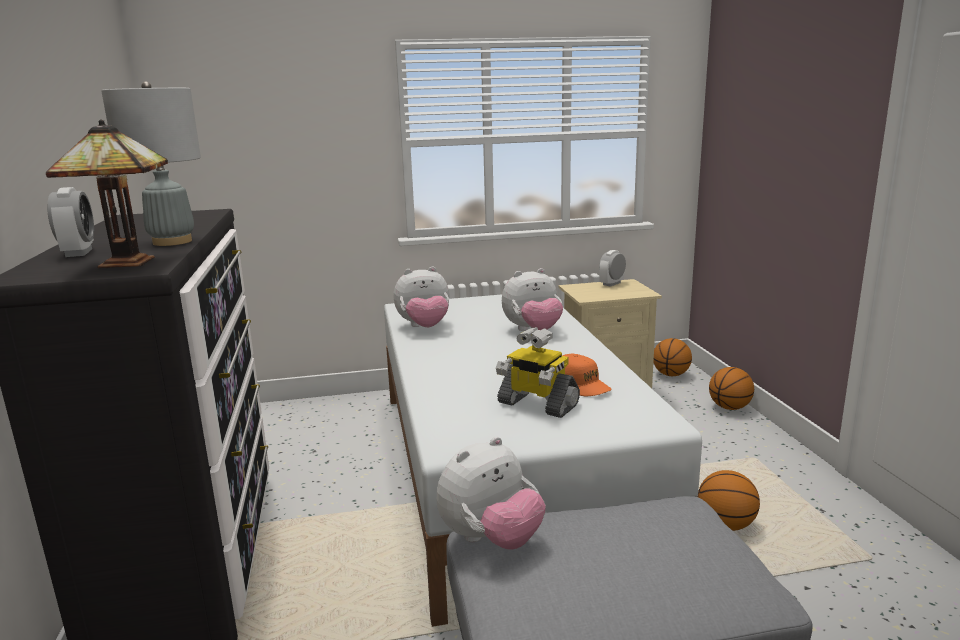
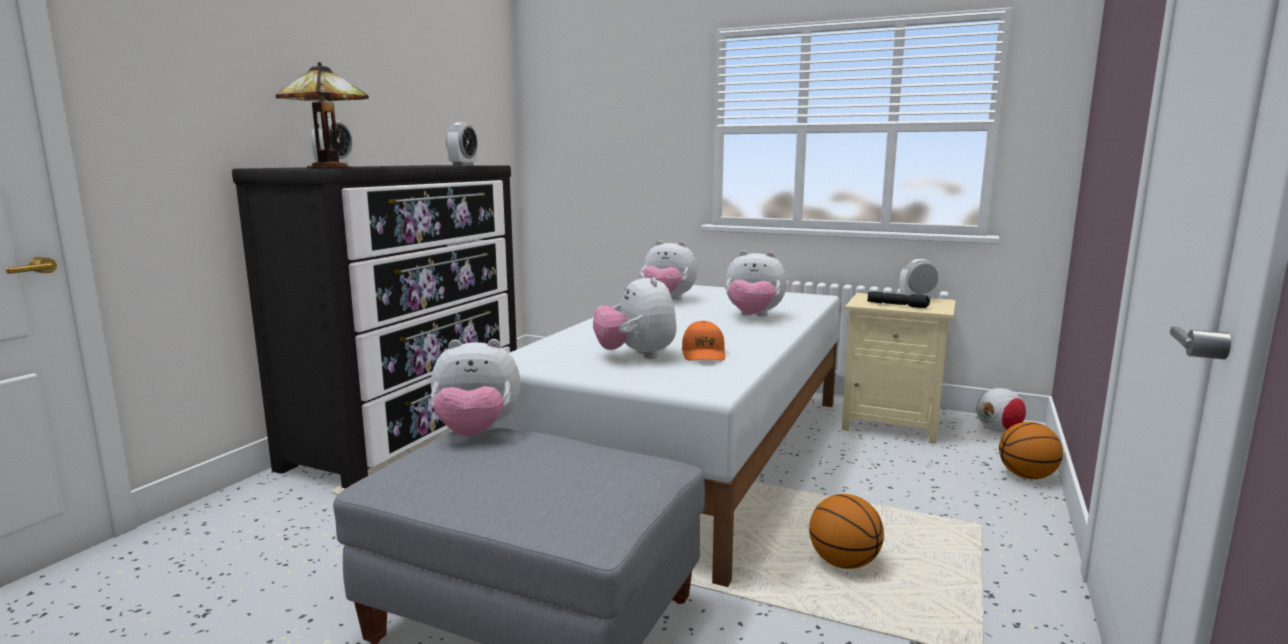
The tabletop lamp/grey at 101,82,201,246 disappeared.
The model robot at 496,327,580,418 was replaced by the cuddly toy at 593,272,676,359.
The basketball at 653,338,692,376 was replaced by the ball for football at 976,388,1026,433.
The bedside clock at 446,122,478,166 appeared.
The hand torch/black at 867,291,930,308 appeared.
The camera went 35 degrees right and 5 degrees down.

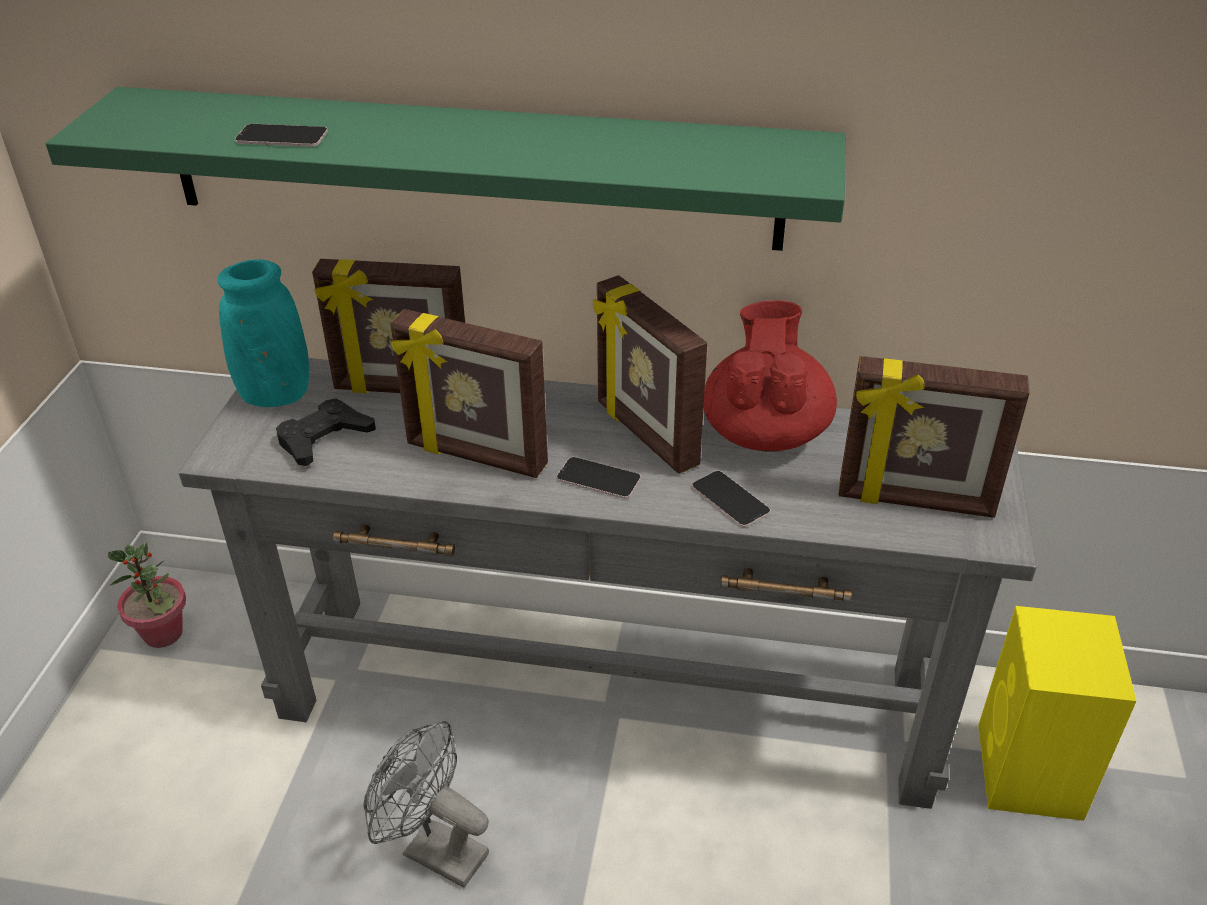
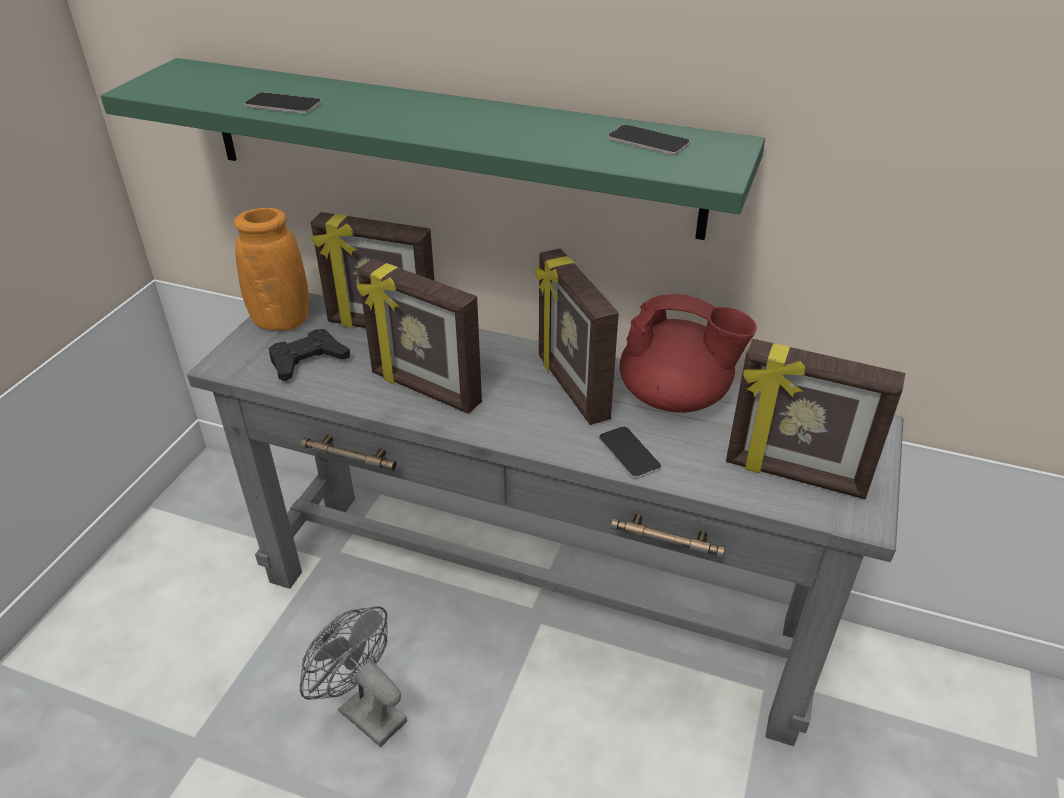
The potted plant at 108,542,186,648 disappeared.
The decorative vase/turquoise at 218,260,309,407 became the decorative vase/orange at 234,208,308,331.
The telephone moved from 557,457,641,499 to 608,124,690,155.
The tea pot/red at 704,300,837,452 turned 90 degrees clockwise.
The loudspeaker/yellow at 978,606,1136,821 disappeared.
The camera went 10 degrees right and 0 degrees up.

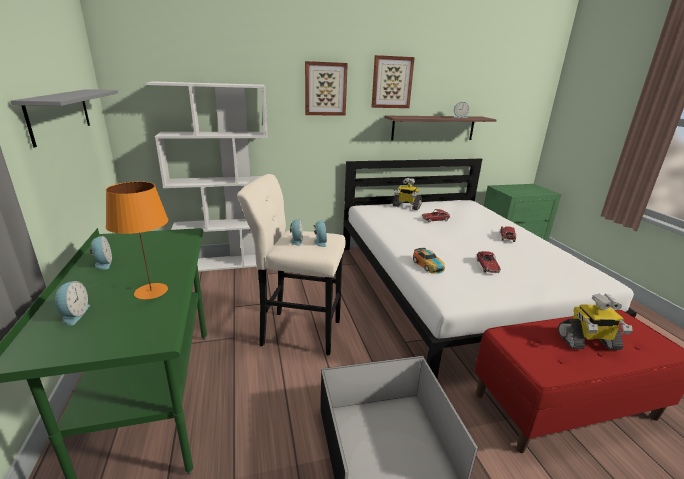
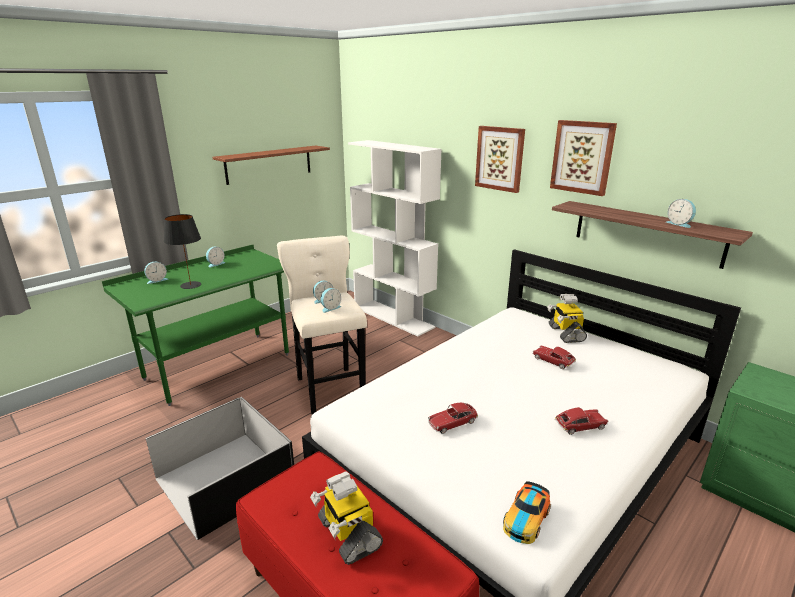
The wall shelf/grey at 11,89,118,148 became the wall shelf/brownish at 212,146,330,185.
The tabletop lamp/orange at 106,182,168,300 became the tabletop lamp/black at 164,214,201,289.
The miniature car moved from 413,248,445,274 to 503,481,551,544.
The camera went 60 degrees right and 0 degrees up.

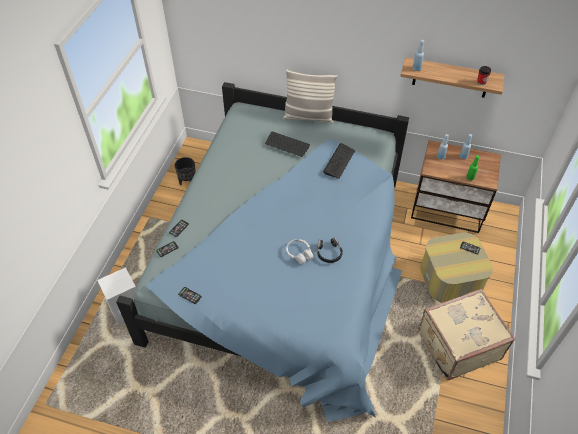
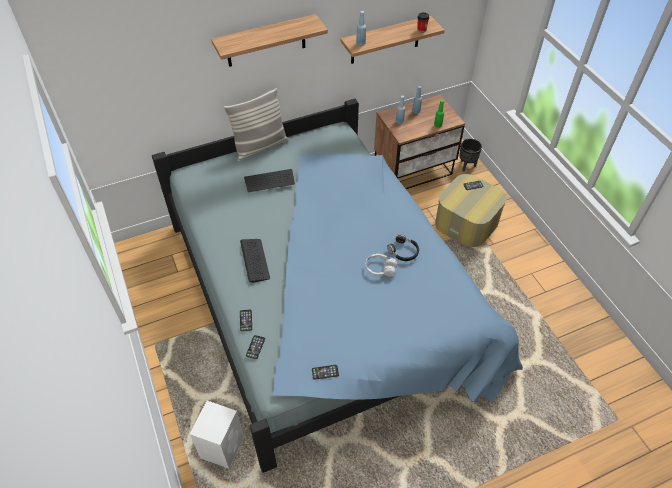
The plant pot/black moved from 175,157,196,185 to 459,139,482,172.
The PC keyboard moved from 323,143,355,179 to 240,239,270,283.
The travel case/beige at 418,289,515,380 disappeared.
The wall shelf at 211,14,328,67 appeared.
The camera went 40 degrees left and 0 degrees up.

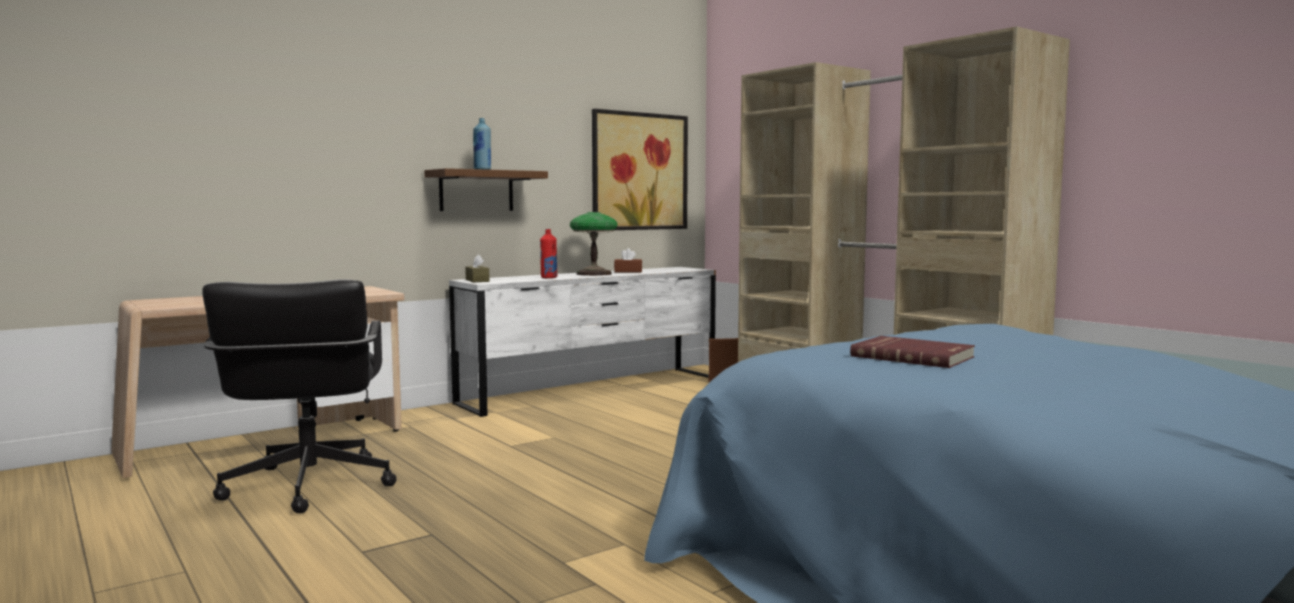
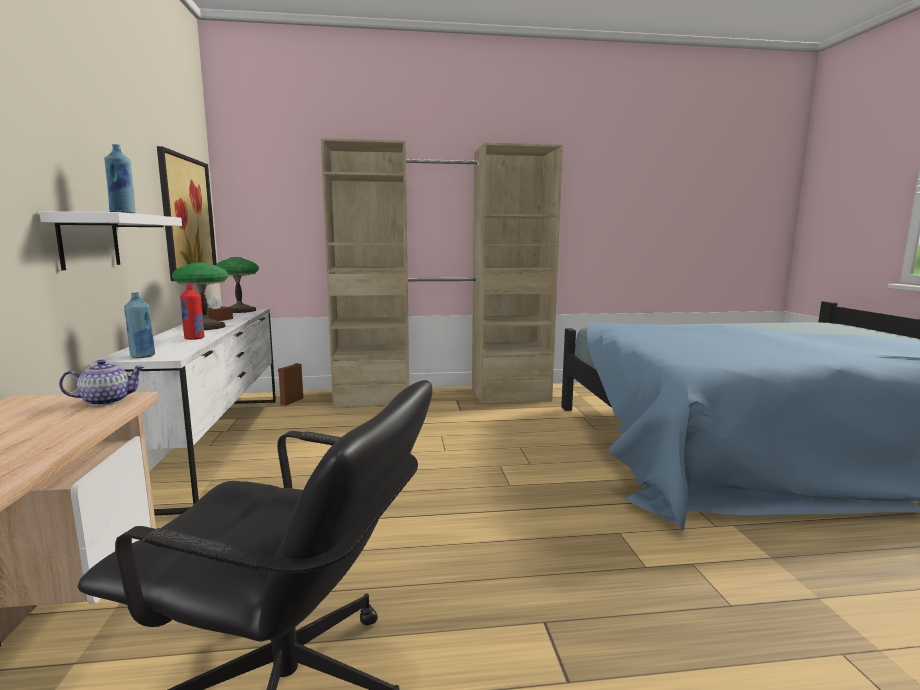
The wall shelf/brownish at 424,168,548,211 became the wall shelf/white at 39,211,182,270.
The tissue box/brownish at 465,254,489,282 was replaced by the beverage bottle/blue at 124,292,155,358.
The volume/red at 850,336,975,368 disappeared.
The tea pot at 59,359,145,406 appeared.
The tabletop lamp at 216,257,259,313 appeared.
The camera went 60 degrees left and 5 degrees up.

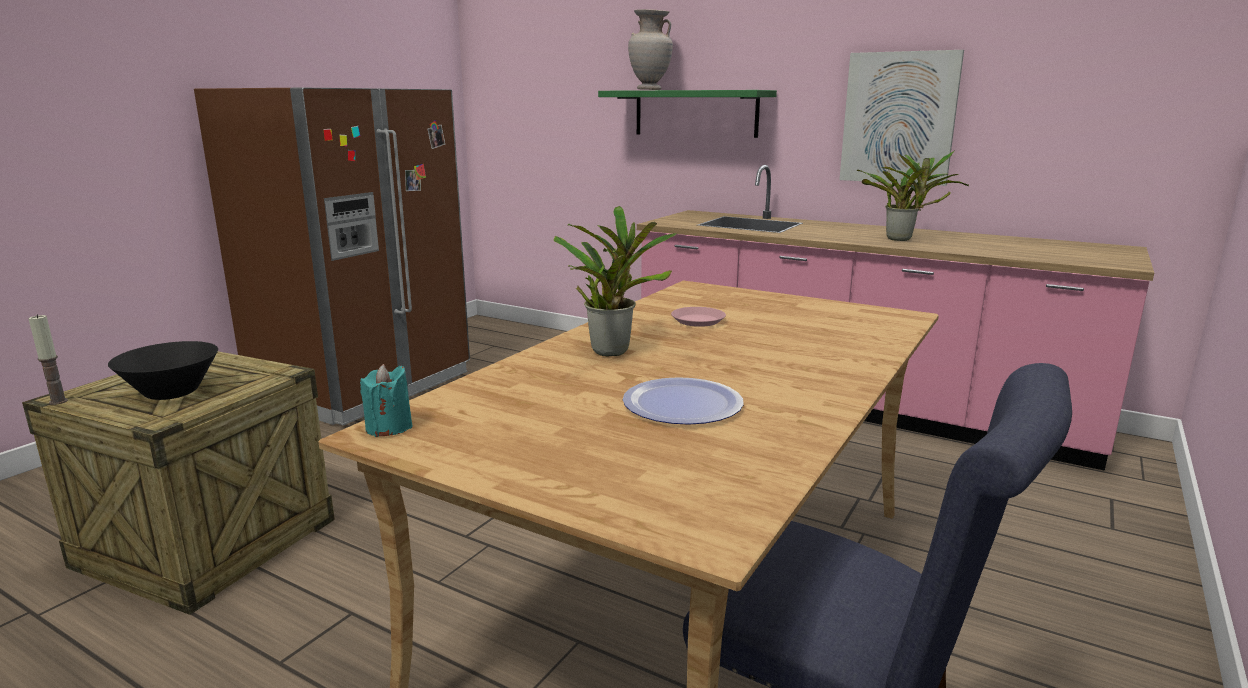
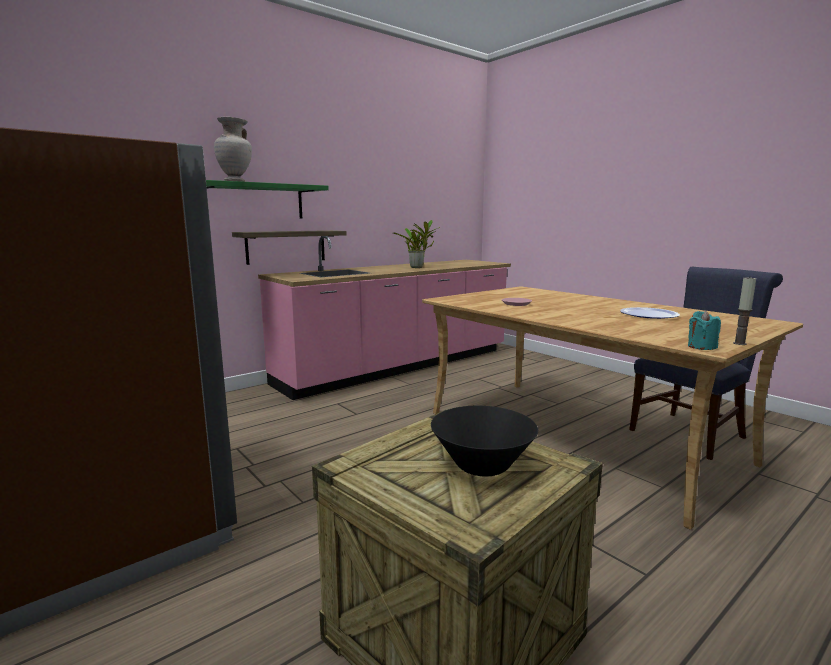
The candle moved from 28,314,68,405 to 733,278,756,345.
The potted plant at 553,206,677,356 disappeared.
The picture at 839,50,964,186 disappeared.
The wall shelf at 232,230,347,265 appeared.
The camera went 70 degrees left and 5 degrees down.

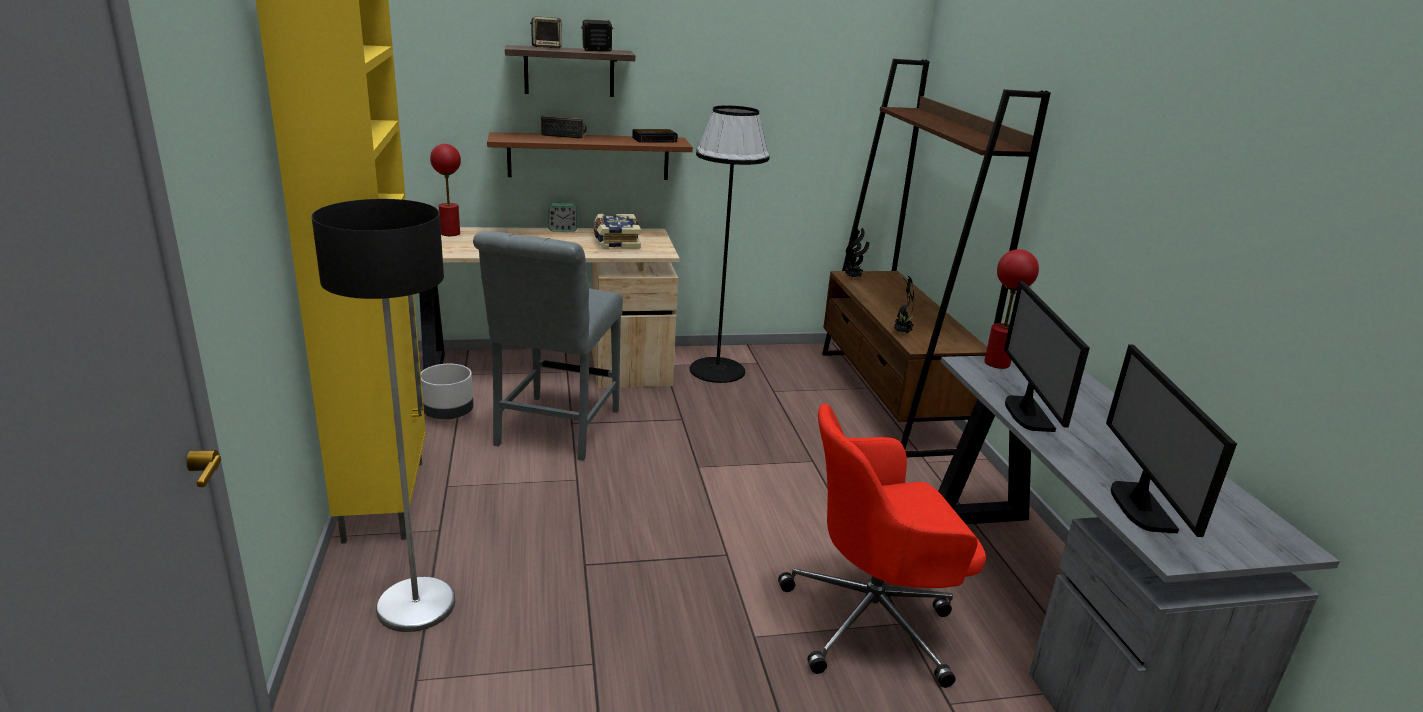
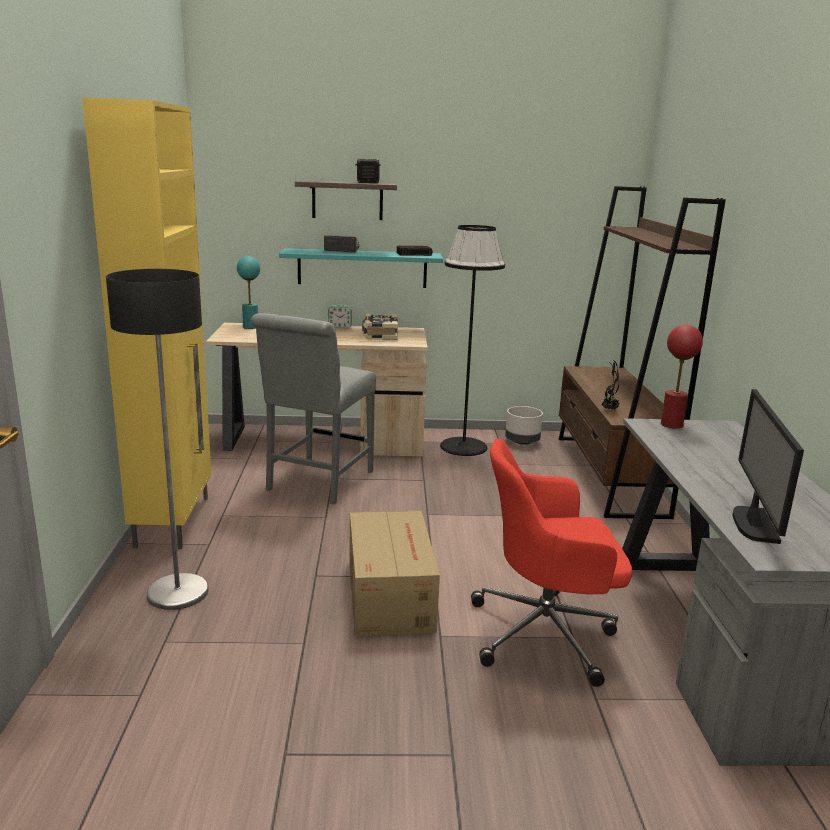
The plant pot/grey moved from 421,364,474,419 to 505,406,543,445.
The tabletop lamp/red at 430,144,461,236 became the tabletop lamp/turquoise at 237,256,260,329.
The wall shelf/brownish at 487,132,693,180 became the wall shelf/turquoise at 279,248,443,288.
The loudspeaker at 530,16,562,48 disappeared.
The potted plant at 844,228,870,278 disappeared.
The monitor at 1004,281,1090,432 disappeared.
The carton at 349,511,440,636 appeared.
The camera went 10 degrees right and 5 degrees down.

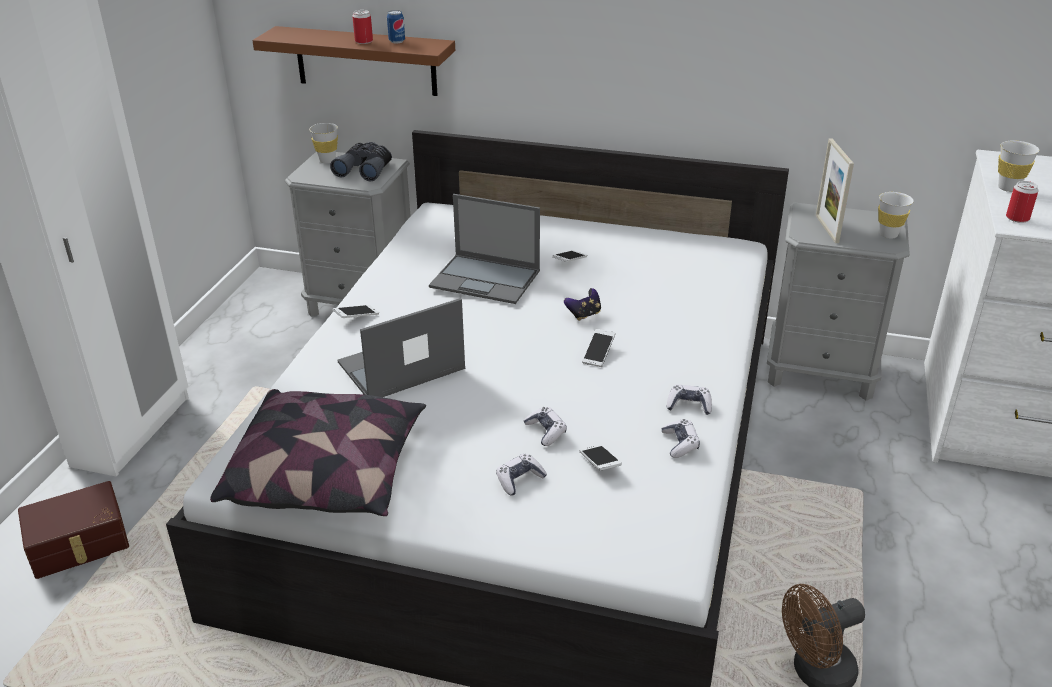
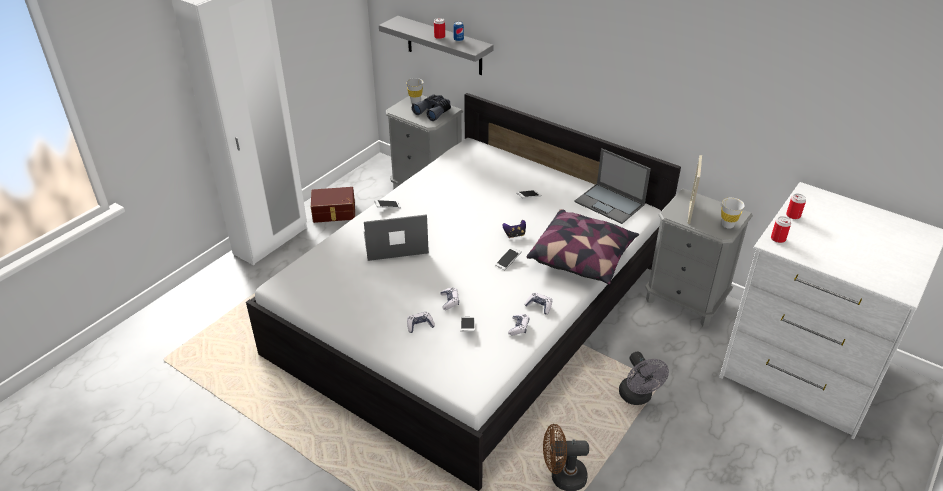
The storage bin/brownish moved from 18,481,129,579 to 311,187,355,223.
The cushion moved from 210,389,426,516 to 527,209,639,284.
The wall shelf/brownish at 252,26,455,96 became the wall shelf/grey at 379,16,494,75.
The laptop moved from 429,194,540,304 to 574,148,651,224.
The small cup/white at 998,141,1039,192 was replaced by the can at 786,194,806,219.
The electric fan/grey at 619,352,669,405 appeared.
The camera went 20 degrees right and 5 degrees up.

